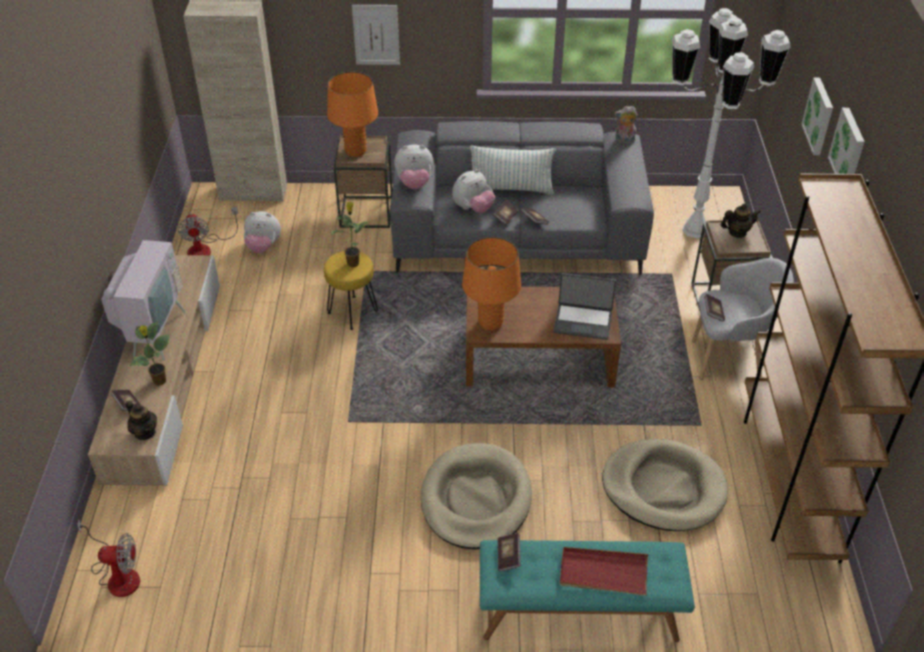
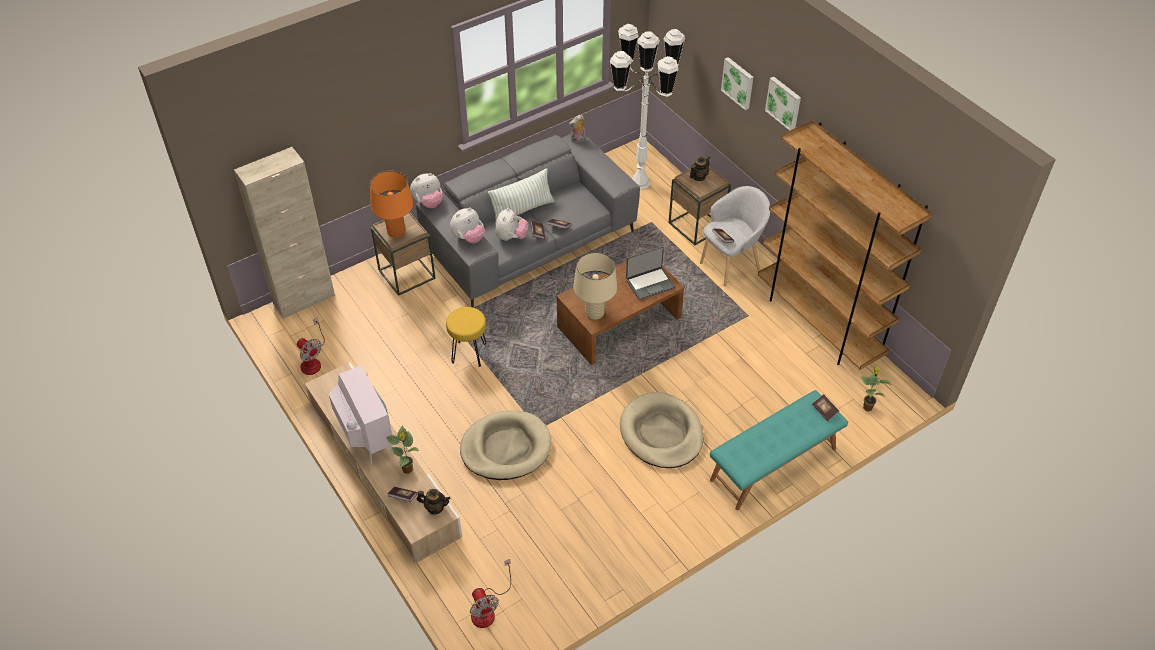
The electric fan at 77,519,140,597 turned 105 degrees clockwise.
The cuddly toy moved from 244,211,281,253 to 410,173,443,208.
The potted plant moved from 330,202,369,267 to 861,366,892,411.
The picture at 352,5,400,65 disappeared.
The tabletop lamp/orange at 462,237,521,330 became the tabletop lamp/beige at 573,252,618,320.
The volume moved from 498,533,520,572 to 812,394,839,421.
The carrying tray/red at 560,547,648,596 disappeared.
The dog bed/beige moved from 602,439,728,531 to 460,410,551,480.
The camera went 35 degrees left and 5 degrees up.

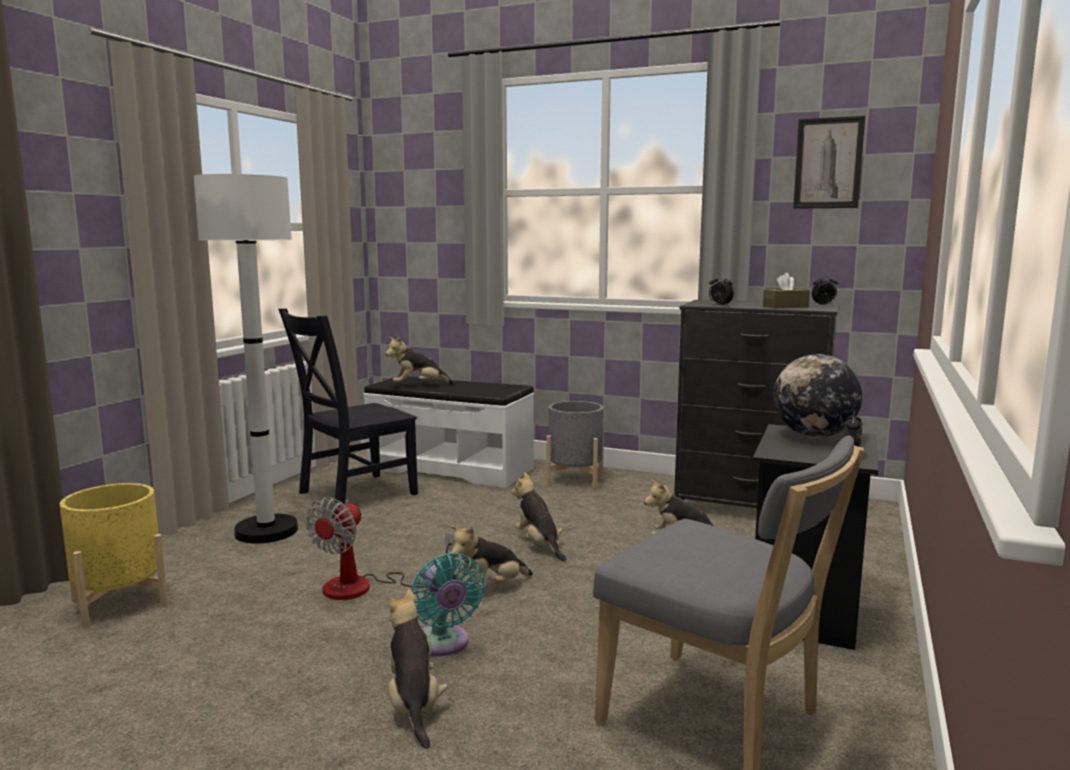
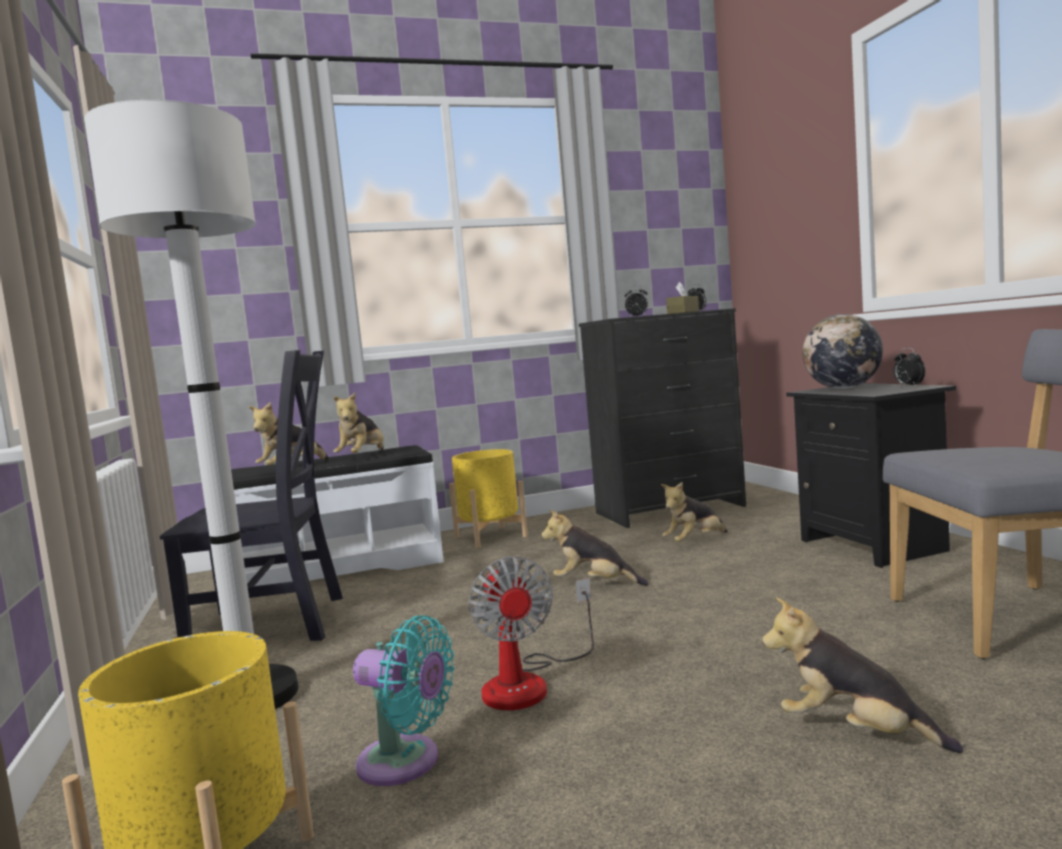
The plain chair/black at 278,308,418,507 turned 105 degrees counterclockwise.
The electric fan/turquoise moved from 411,552,485,656 to 353,615,454,786.
The cuddly toy moved from 450,526,533,585 to 333,393,384,453.
The plant pot/grey at 546,401,604,489 became the plant pot/yellow at 449,449,528,548.
The picture at 793,116,865,209 disappeared.
The camera went 40 degrees left and 5 degrees down.

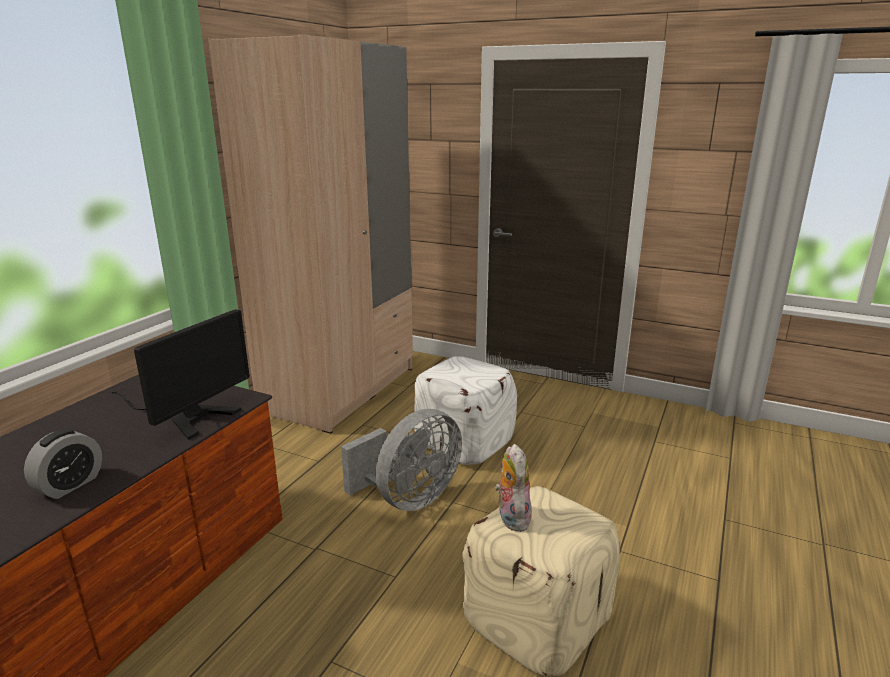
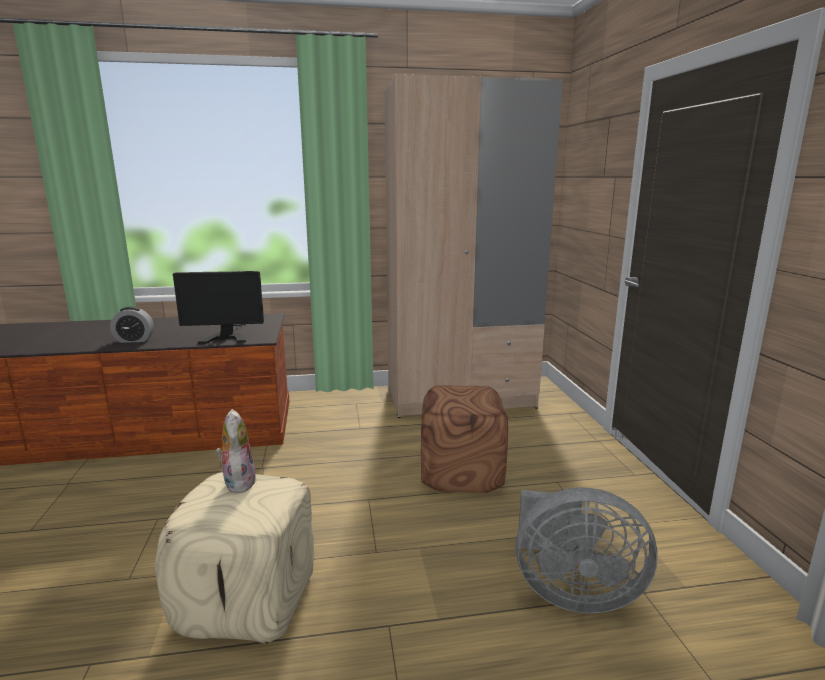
The electric fan/grey moved from 341,409,462,511 to 516,487,658,614.
The ottoman/white at 414,356,517,465 became the ottoman/brownish at 421,385,508,493.
The cuddly toy at 495,444,532,532 turned 60 degrees counterclockwise.
The camera went 55 degrees right and 5 degrees down.

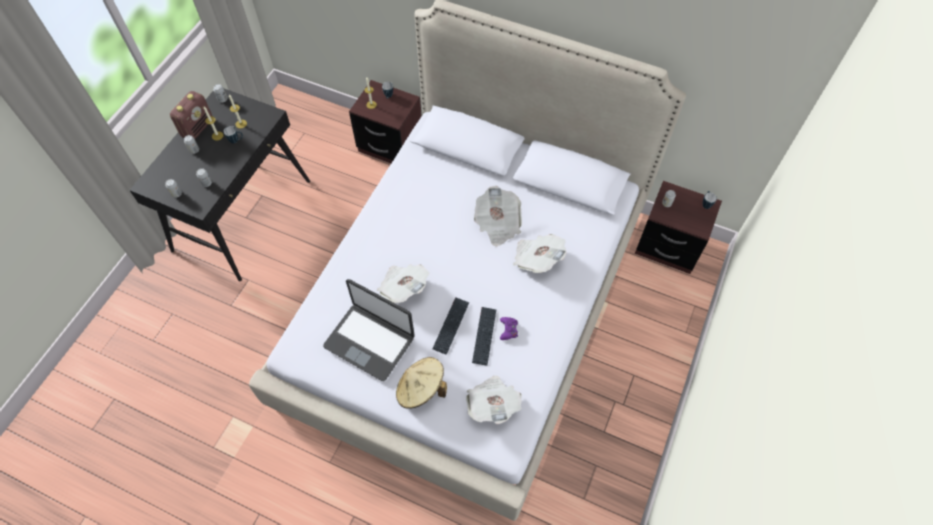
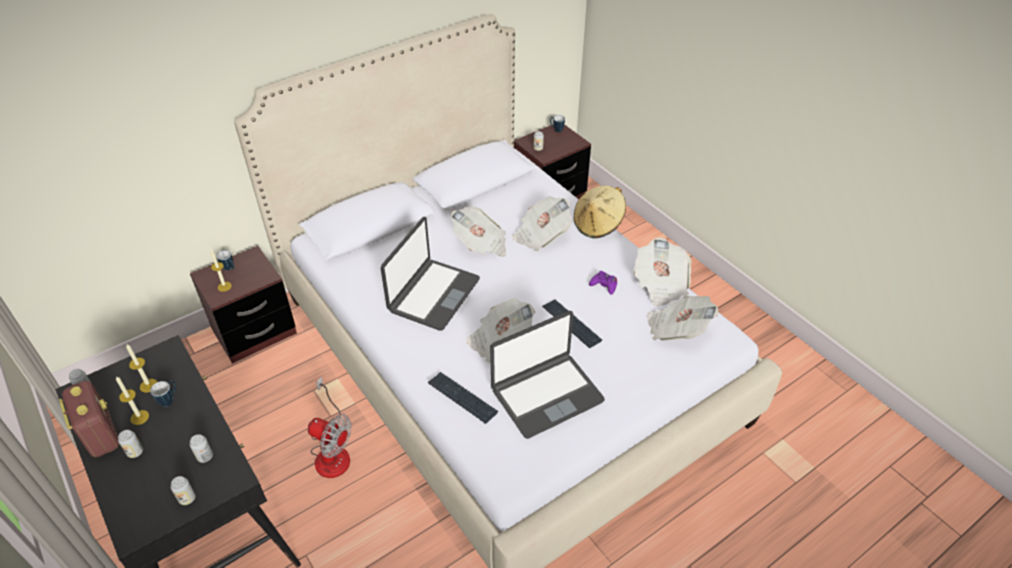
The clothing hat/beige moved from 396,357,447,409 to 574,185,626,238.
The PC keyboard moved from 472,307,496,365 to 428,372,498,424.
The electric fan at 308,377,351,478 appeared.
The laptop at 381,217,480,331 appeared.
The daily paper at 633,238,691,307 appeared.
The camera went 60 degrees left and 15 degrees down.

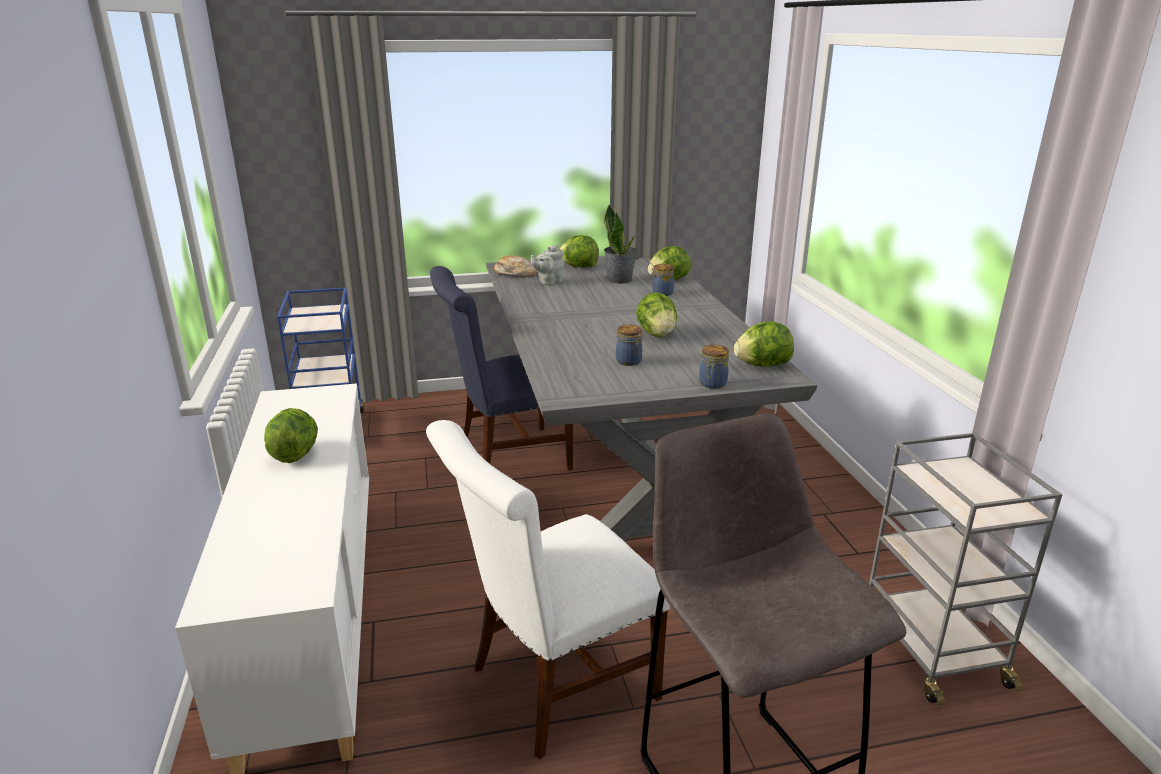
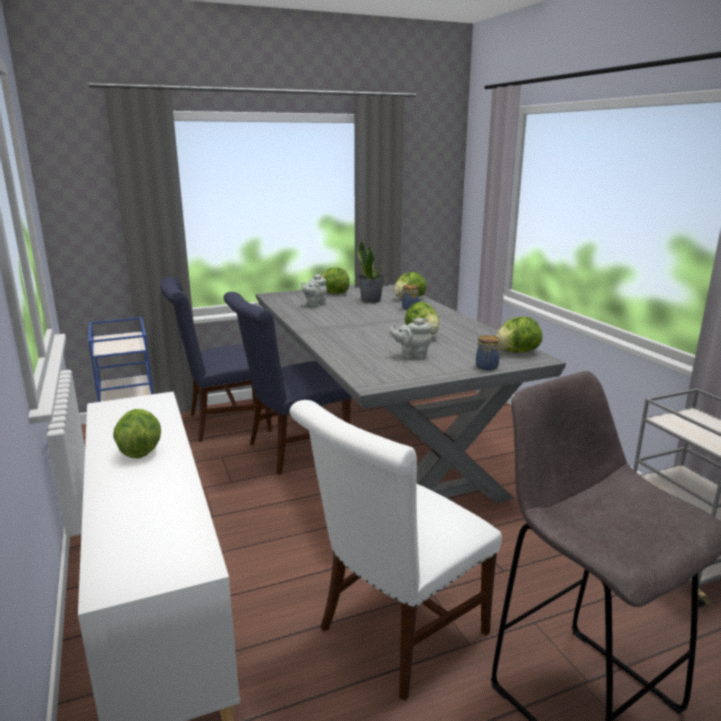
The bakery bread at 494,255,537,277 disappeared.
The preserve jar at 616,325,642,366 was replaced by the tea pot/grey at 389,318,432,359.
The plain chair/blue at 160,276,272,442 appeared.
The camera went 10 degrees left and 5 degrees down.

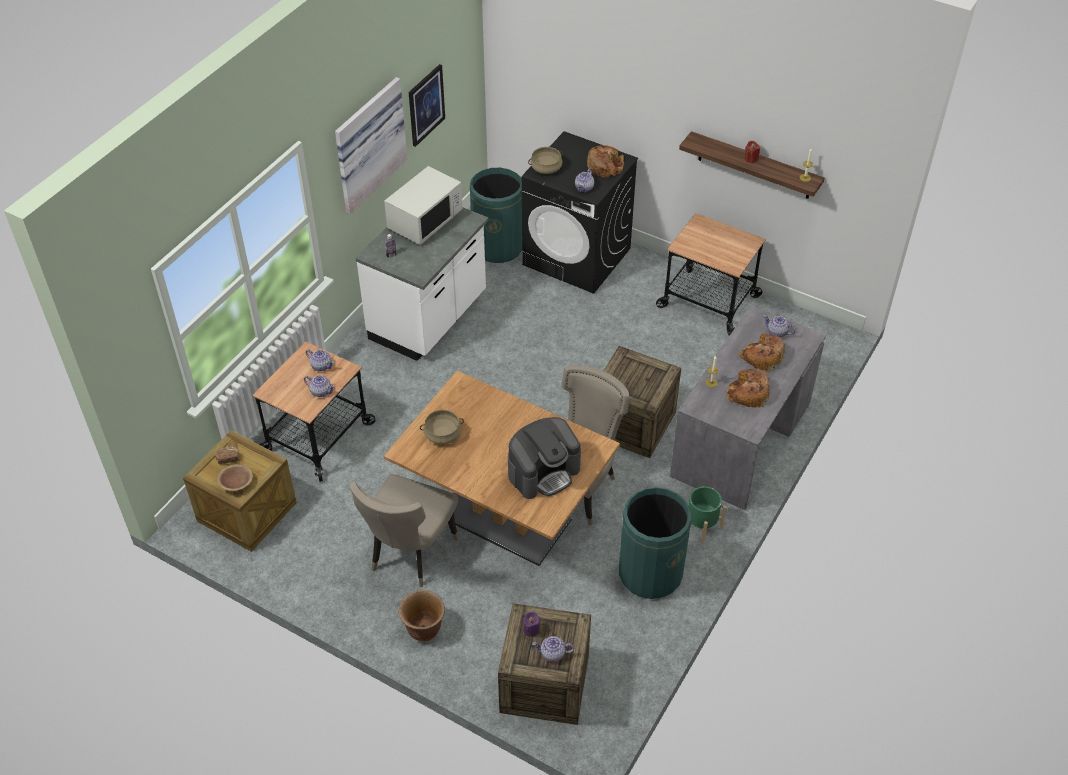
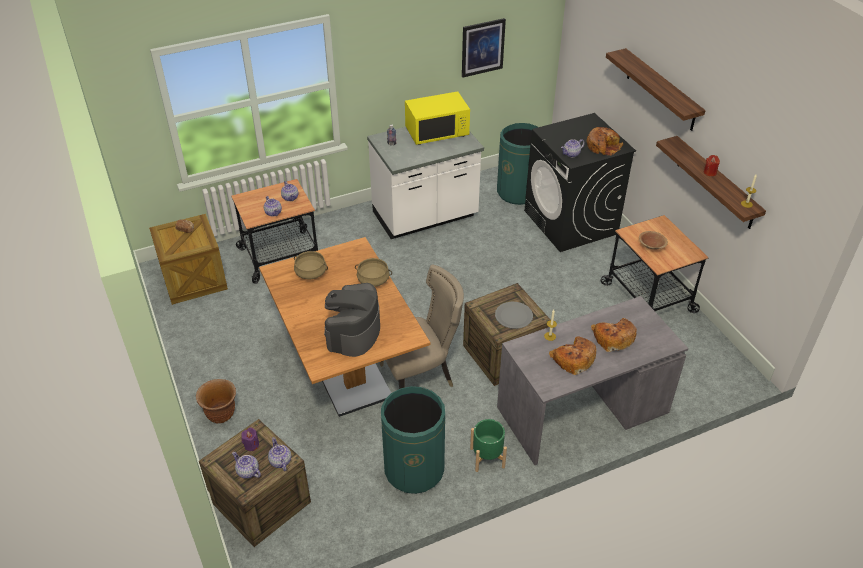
The deep dish/brownish moved from 217,464,253,491 to 639,231,668,250.
The picture at 335,77,407,214 disappeared.
The plain chair/beige at 349,474,458,587 disappeared.
The kitchen microwave/white at 384,166,463,245 became the kitchen microwave/yellow at 405,91,470,145.
The coffee machine at 508,417,581,499 turned 105 degrees clockwise.
The cooking pot/beige moved from 528,147,563,174 to 355,258,392,287.
The tea pot moved from 763,315,796,337 to 268,437,291,471.
The flat dish/grey at 495,301,533,329 appeared.
The wall shelf at 606,48,706,131 appeared.
The camera went 35 degrees right and 5 degrees down.

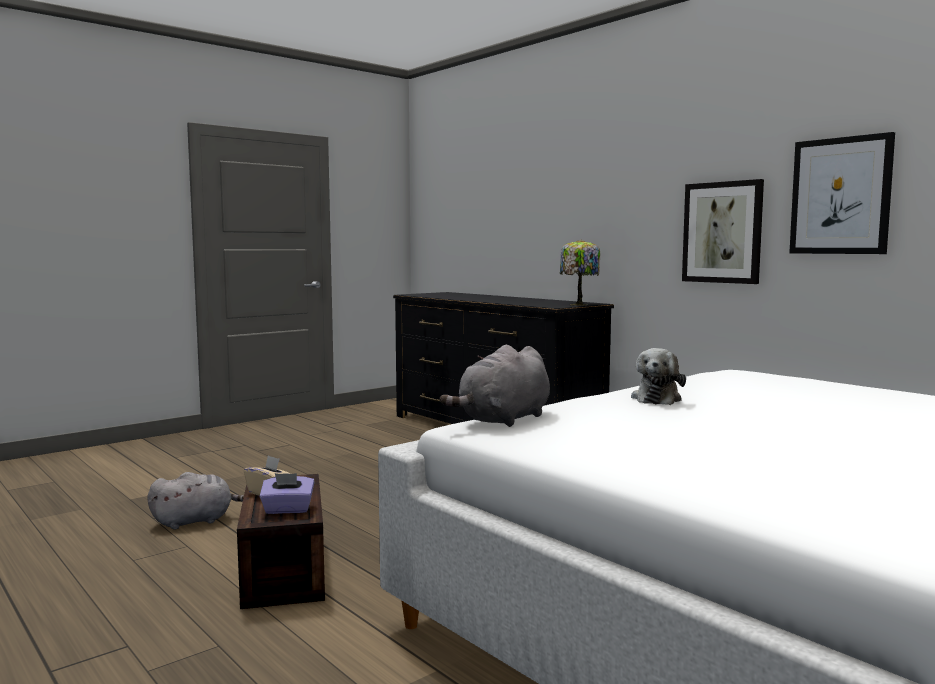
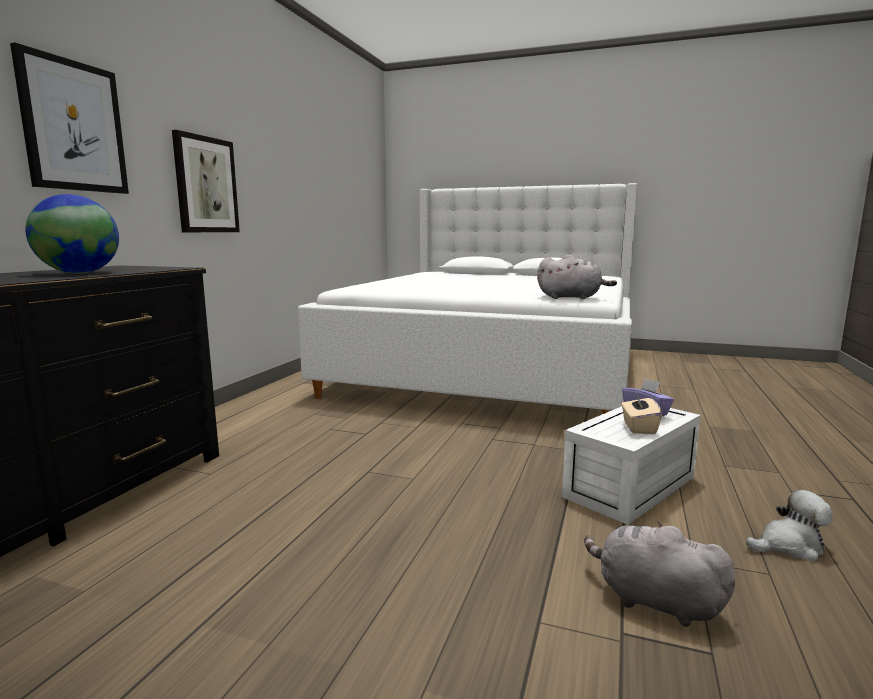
The storage bin/brownish at 237,474,325,609 became the storage bin/white at 562,406,701,525.
The tabletop lamp at 560,240,601,306 disappeared.
The cuddly toy moved from 631,348,686,405 to 746,490,833,561.
The picture moved from 789,132,895,254 to 10,43,129,194.
The globe at 25,194,119,274 appeared.
The camera went 120 degrees left and 5 degrees up.

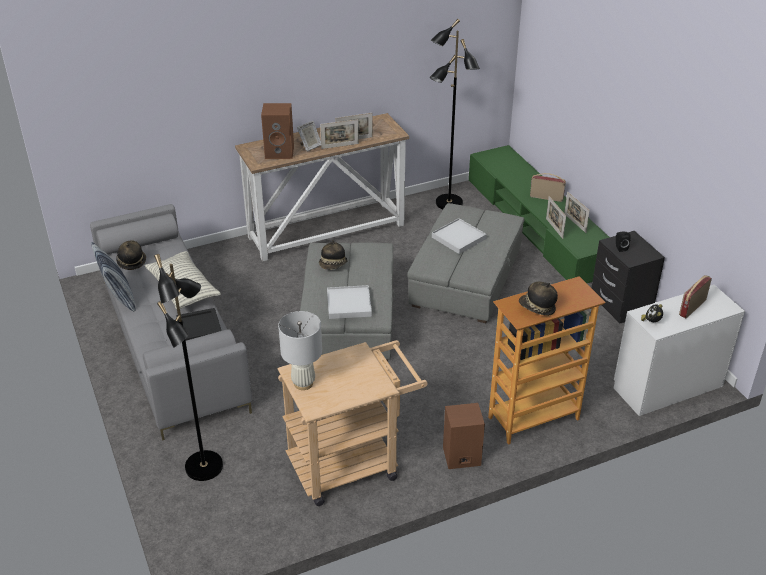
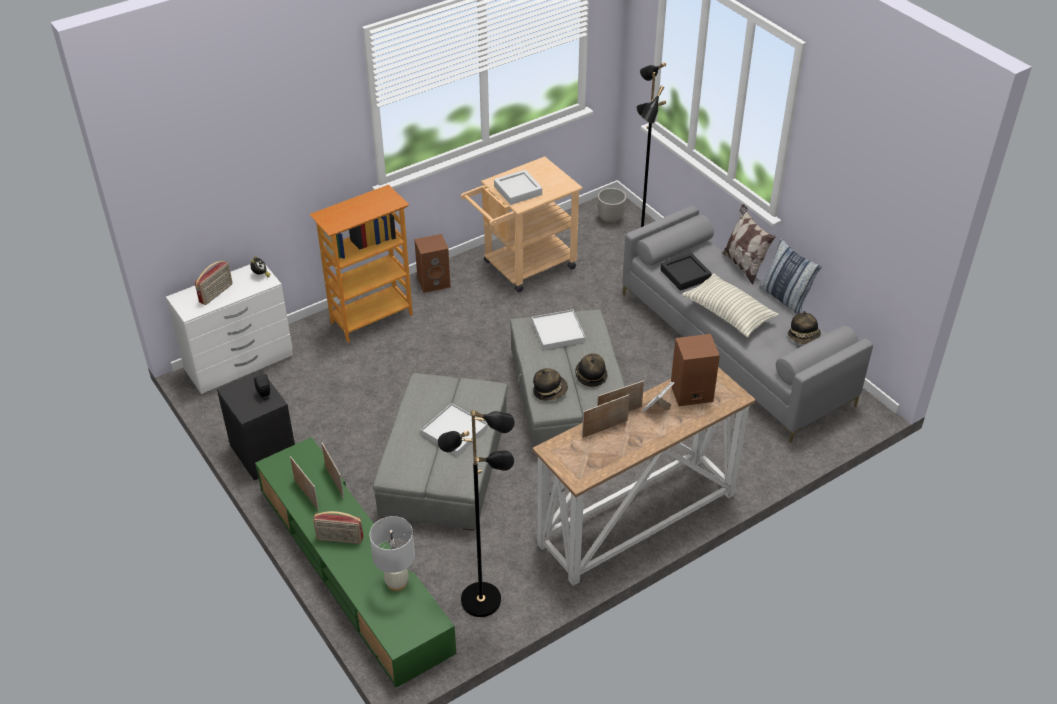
The tabletop lamp/white moved from 278,311,322,390 to 370,516,415,591.
The clothing hat moved from 519,282,558,316 to 533,369,568,401.
The carrying tray/grey at 494,170,542,205 appeared.
The plant pot at 597,188,627,223 appeared.
The cushion at 721,204,776,284 appeared.
The camera went 170 degrees right and 5 degrees up.

